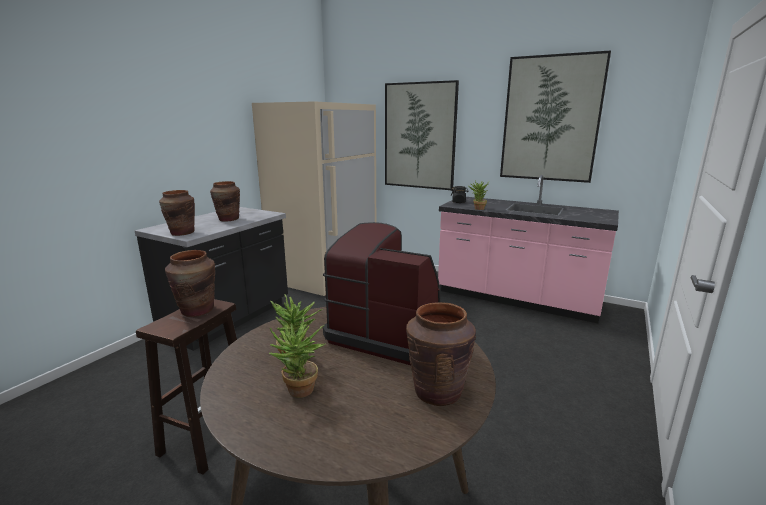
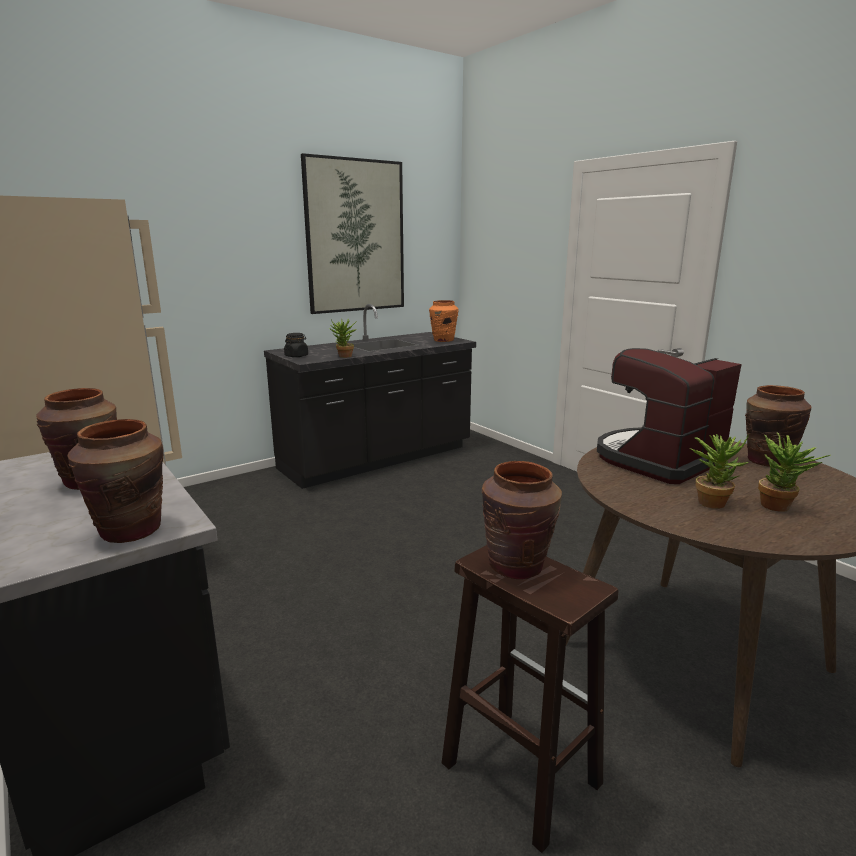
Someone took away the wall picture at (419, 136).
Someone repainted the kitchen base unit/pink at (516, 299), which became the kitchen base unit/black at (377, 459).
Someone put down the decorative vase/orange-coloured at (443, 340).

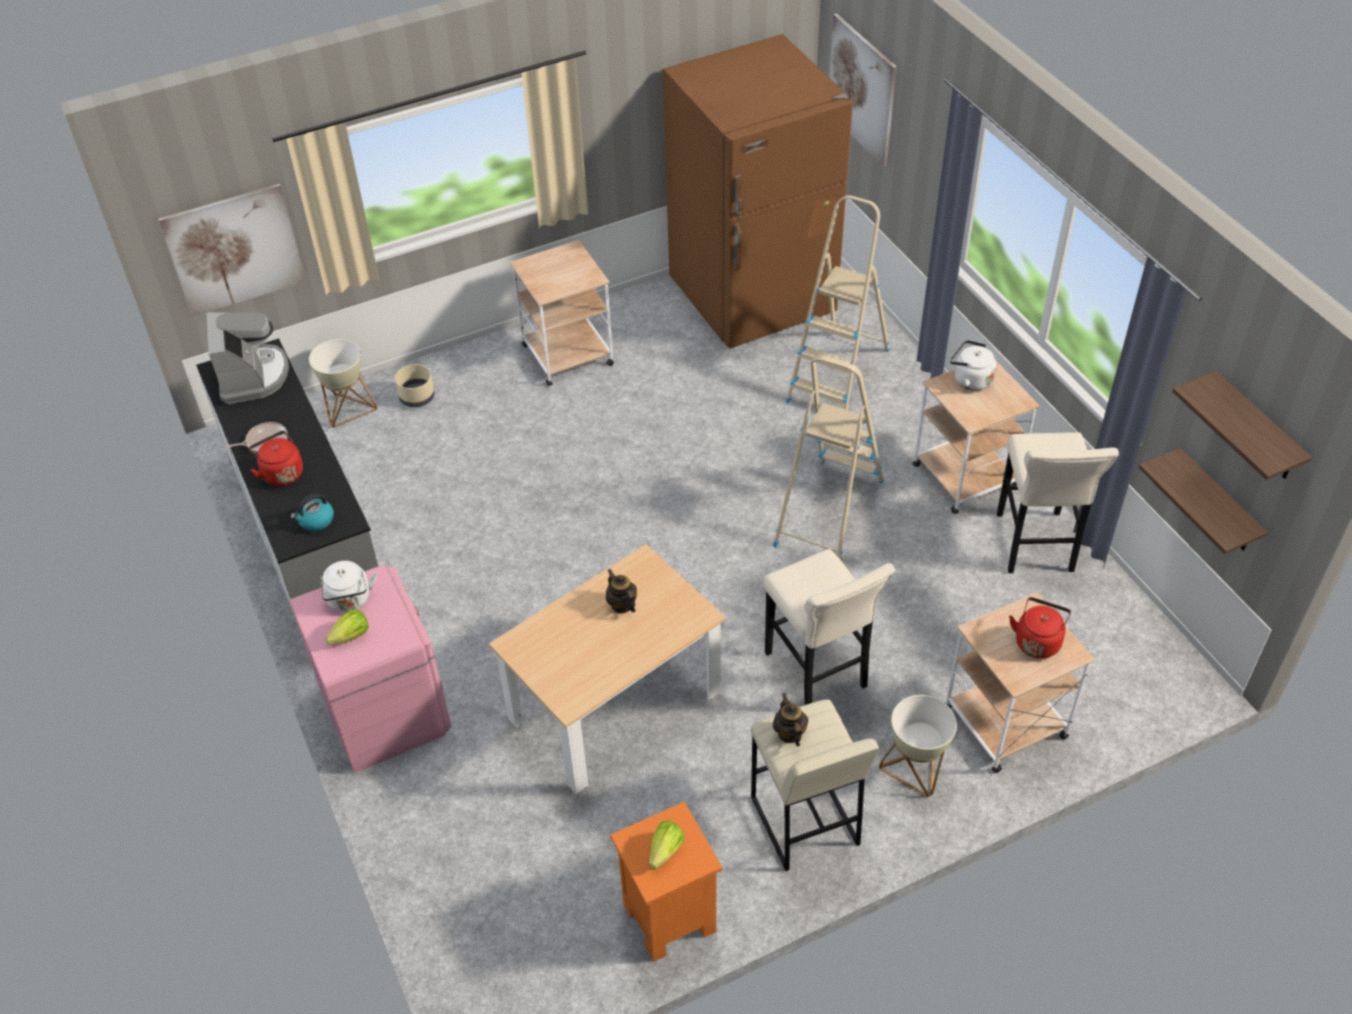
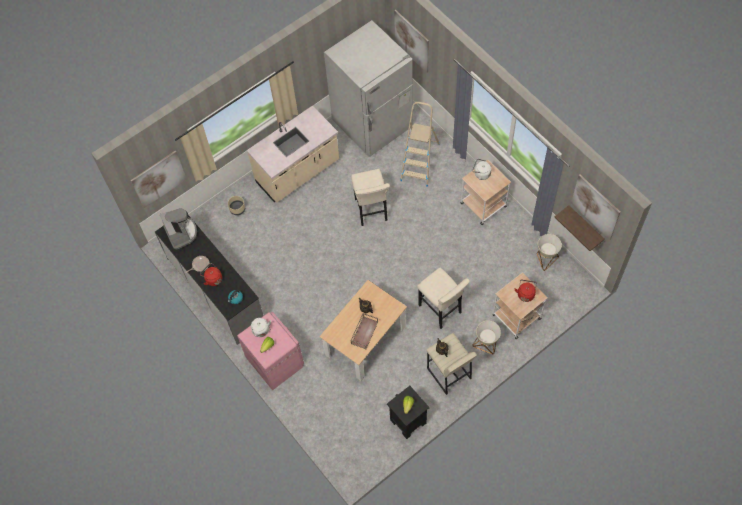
Someone repainted the refrigerator/brown at (753, 295), which became the refrigerator/whitish at (372, 123).
Someone swapped the wheeled cart/sand-coloured at (569, 354) for the kitchen base unit/sand-coloured at (298, 172).
Someone carried the flower pot from (349, 409) to (546, 259).
Someone took away the stepladder/sand-coloured at (829, 511).
Someone swapped the bracket shelf at (1256, 429) for the wall picture at (595, 206).
Someone carried the sitting stool/sand-coloured from (1034, 546) to (371, 211).
Someone repainted the bedside table/orange-coloured at (667, 916), which became the bedside table/black at (407, 421).
Someone put down the carrying tray/brown at (364, 332).

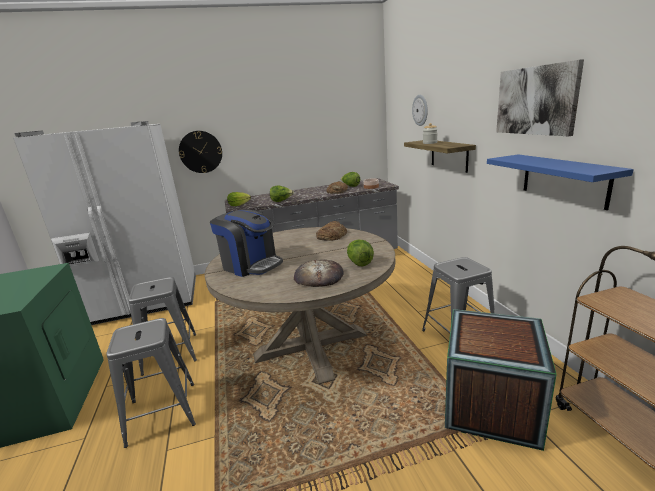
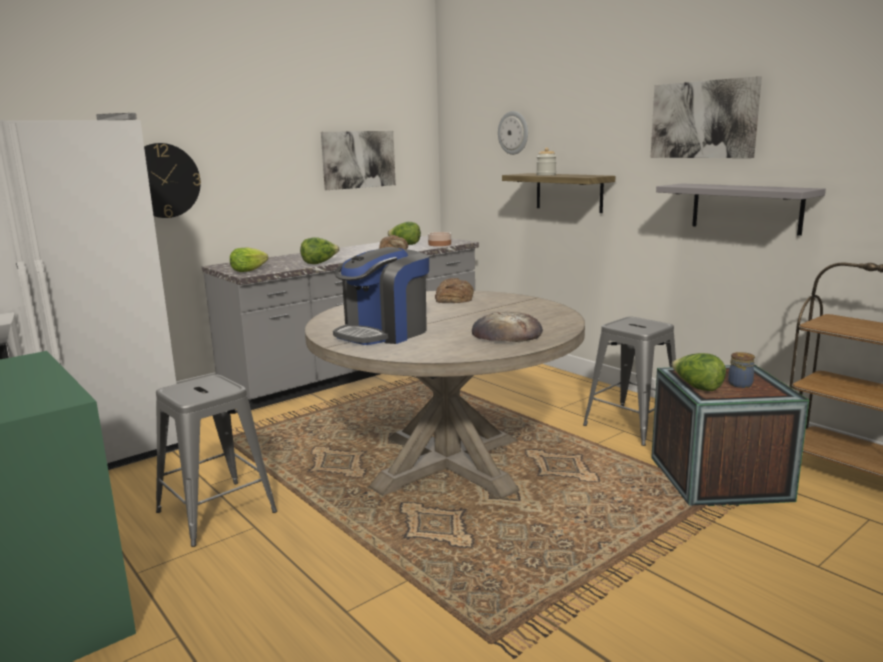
Someone repainted the bracket shelf/blue at (564, 180), which became the bracket shelf/grey at (746, 208).
Someone rotated the coffee maker at (251, 265) by 120 degrees clockwise.
Someone carried the lettuce from (359, 263) to (697, 388).
Someone took away the sitting stool/grey at (162, 413).
Someone put up the wall picture at (358, 159).
Someone put down the storage jar at (740, 384).

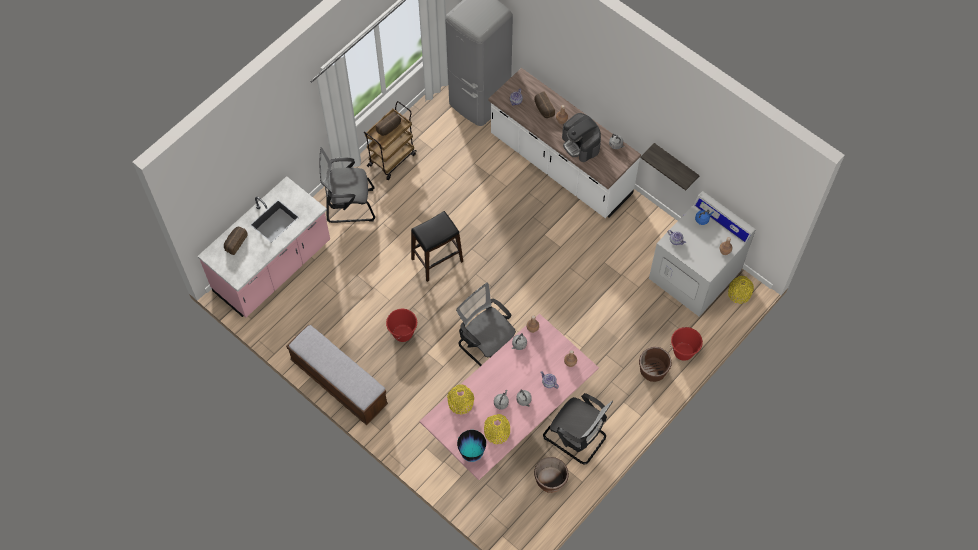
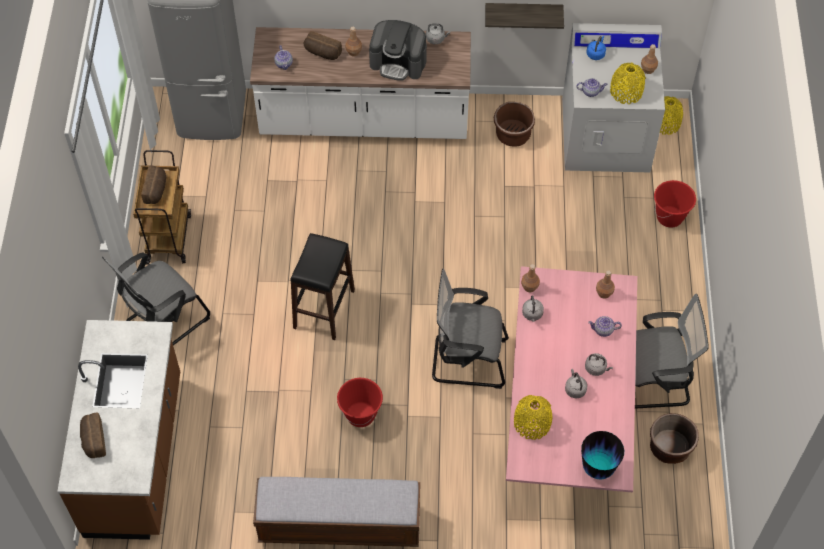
Someone repainted the kitchen base unit/pink at (273, 268), which became the kitchen base unit/brown at (136, 455).
Someone carried the flower pot/brown from (653, 370) to (513, 134).
Someone carried the decorative vase/yellow-coloured from (497, 432) to (626, 92).

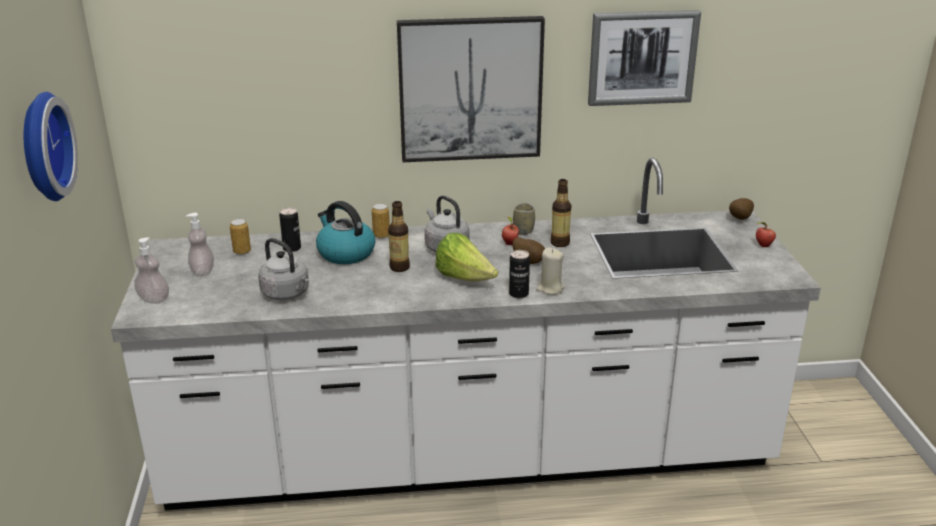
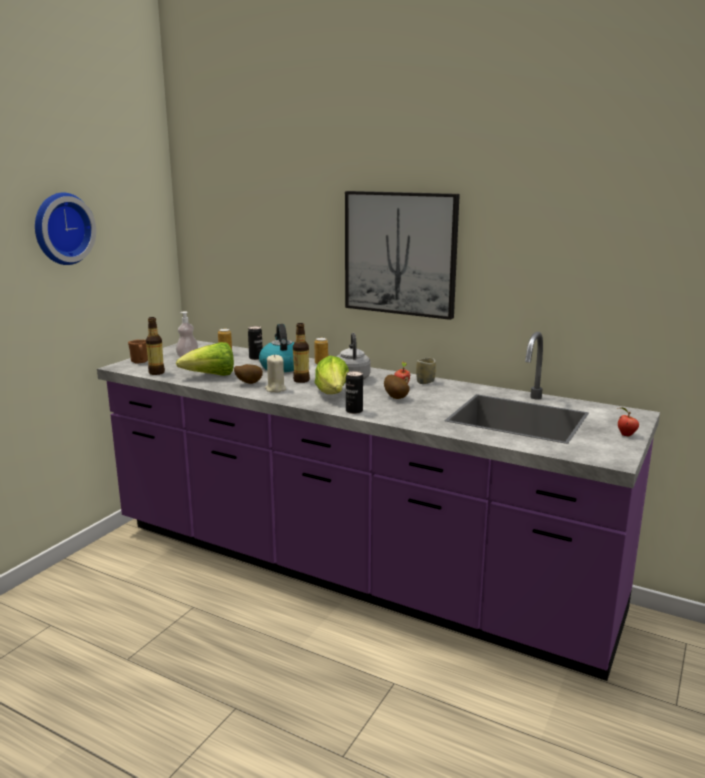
Someone took away the wall picture at (642, 57).
Someone repainted the kitchen base unit/whitish at (468, 455), which became the kitchen base unit/purple at (352, 570).
Someone carried the drink bottle from (559, 243) to (156, 372).
Someone carried the whole potato from (738, 219) to (248, 383).
Someone swapped the soap bottle at (154, 299) for the tea mug/brown at (140, 362).
Someone swapped the tea kettle/grey at (287, 294) for the lettuce at (211, 376).
Someone carried the candle/sand-coloured from (550, 288) to (275, 389).

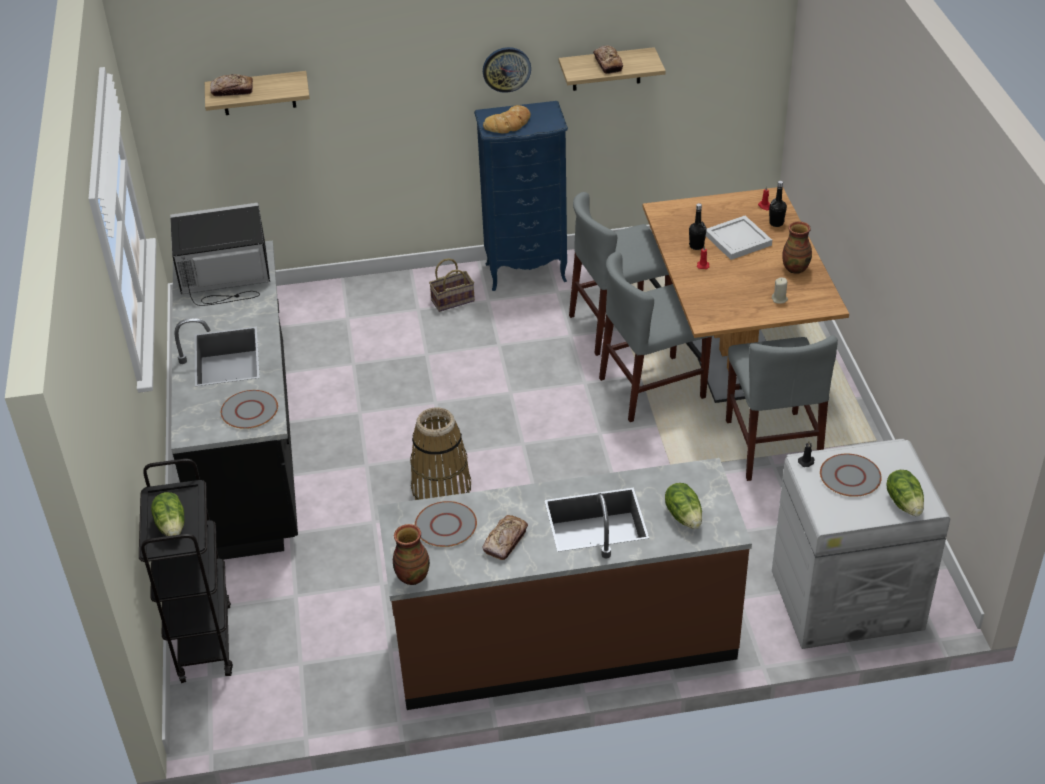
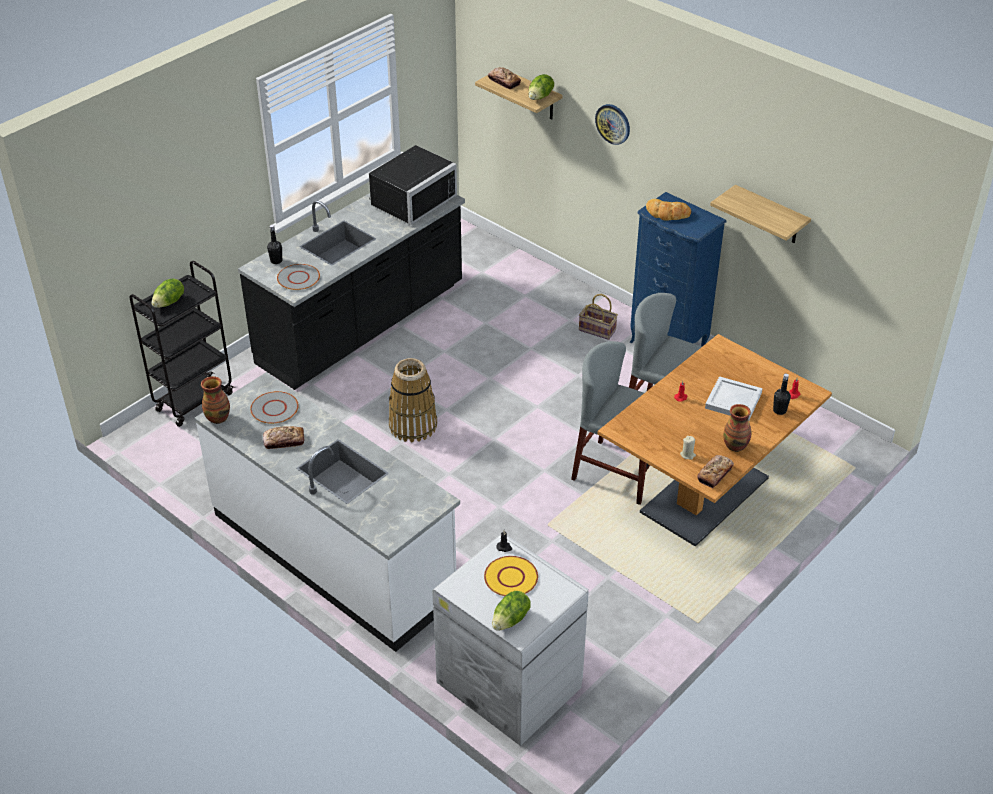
Someone carried the bakery bread from (608, 63) to (714, 474).
Someone carried the clock on the wall from (506, 69) to (613, 123).
Someone rotated the microwave oven/black at (224, 275) by 90 degrees clockwise.
Someone carried the drink bottle/black from (696, 246) to (276, 261).
Someone took away the chair/grey at (772, 445).
Someone repainted the dinner plate/grey at (850, 476), which became the dinner plate/yellow-coloured at (511, 578).
Someone repainted the kitchen base unit/brown at (563, 640), which became the kitchen base unit/whitish at (334, 555).
Someone carried the lettuce from (684, 516) to (540, 97).

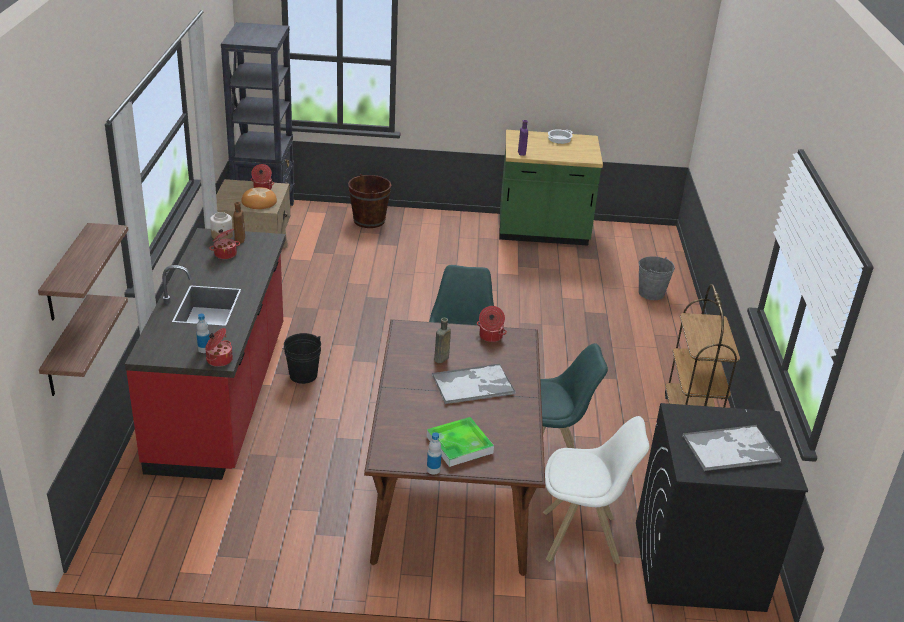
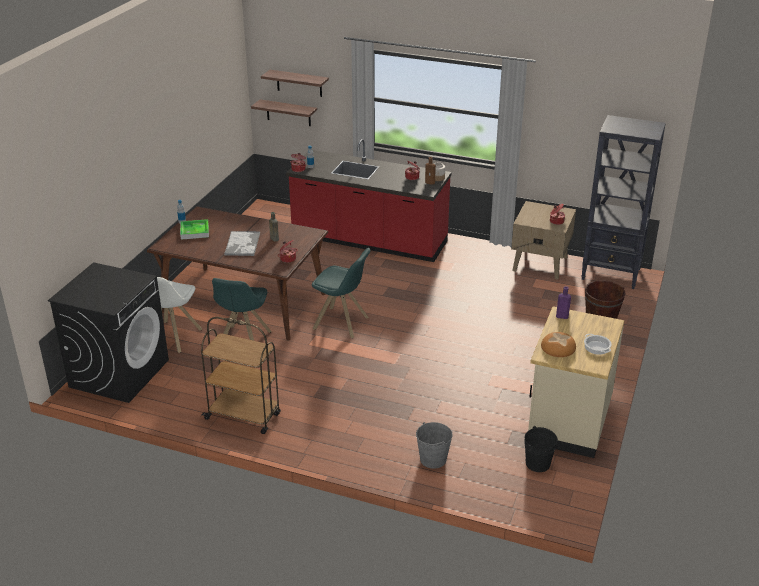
Someone repainted the kitchen base unit/green-coloured at (543, 233), which became the kitchen base unit/sand-coloured at (568, 420).
Someone carried the bakery bread from (258, 202) to (558, 347).
Someone carried the pail/black from (303, 375) to (538, 464).
Someone took away the carrying tray at (731, 449).

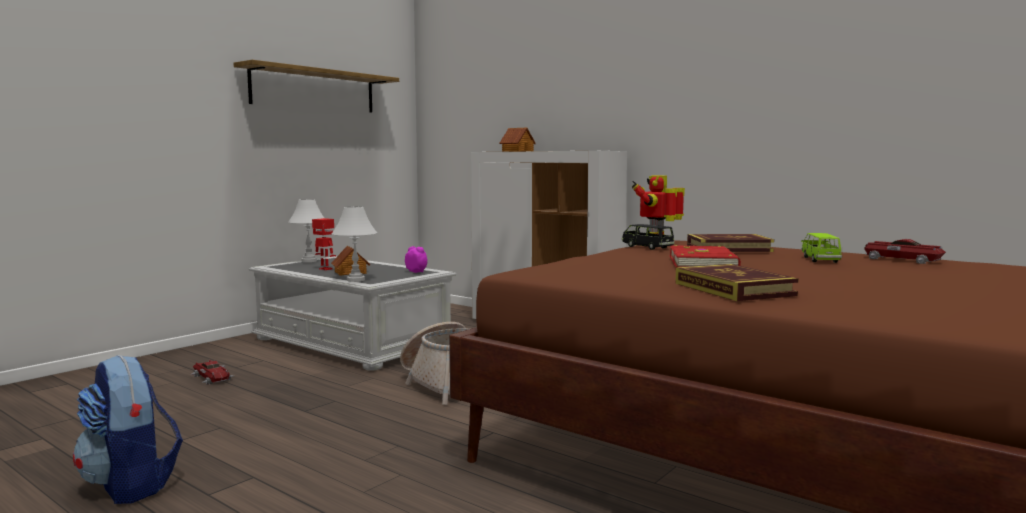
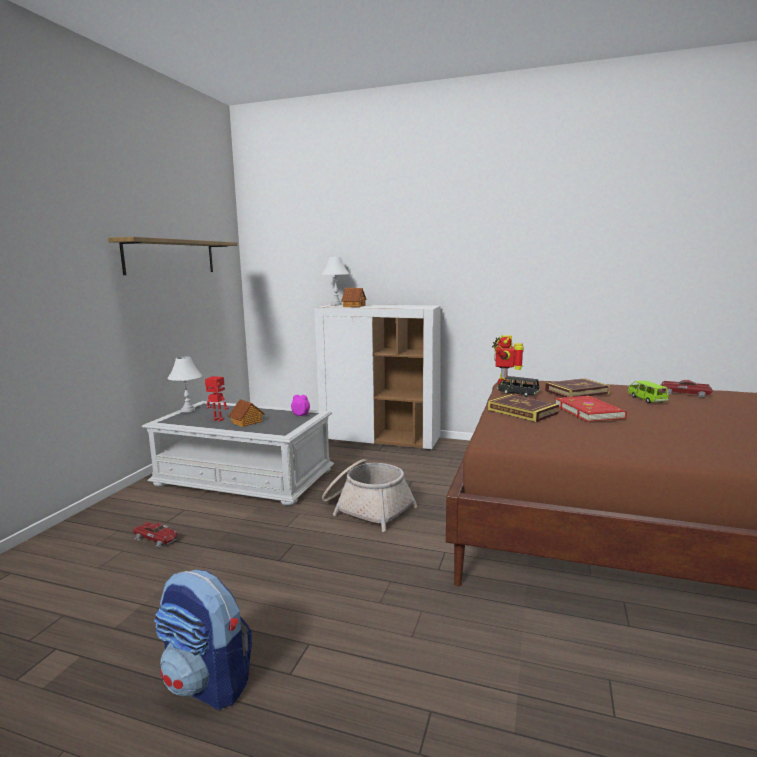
Someone carried the lamp for a table/whitish from (356, 280) to (336, 304).
Someone carried the bound book from (733, 289) to (522, 411).

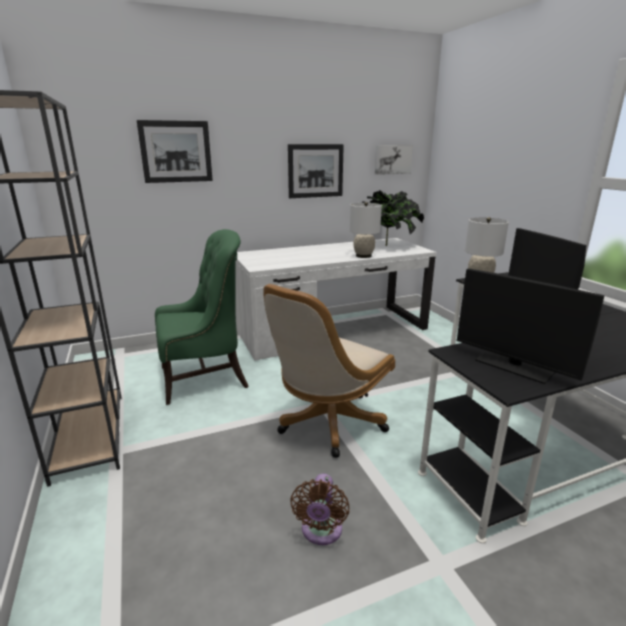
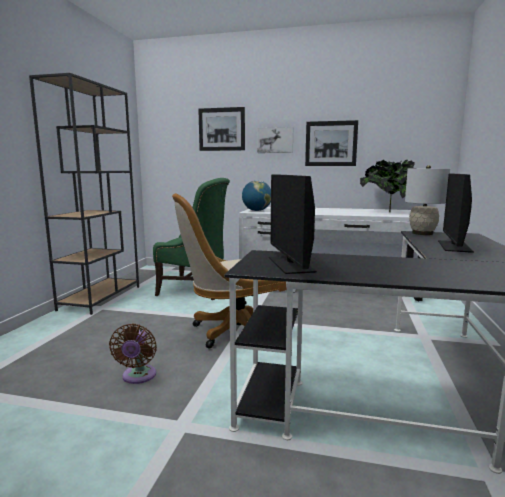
Someone carried the wall picture from (392, 159) to (275, 140).
Someone took away the lamp for a table/whitish at (363, 256).
Someone rotated the fan/brown at (321, 531) by 45 degrees counterclockwise.
Someone put down the globe at (256, 210).

